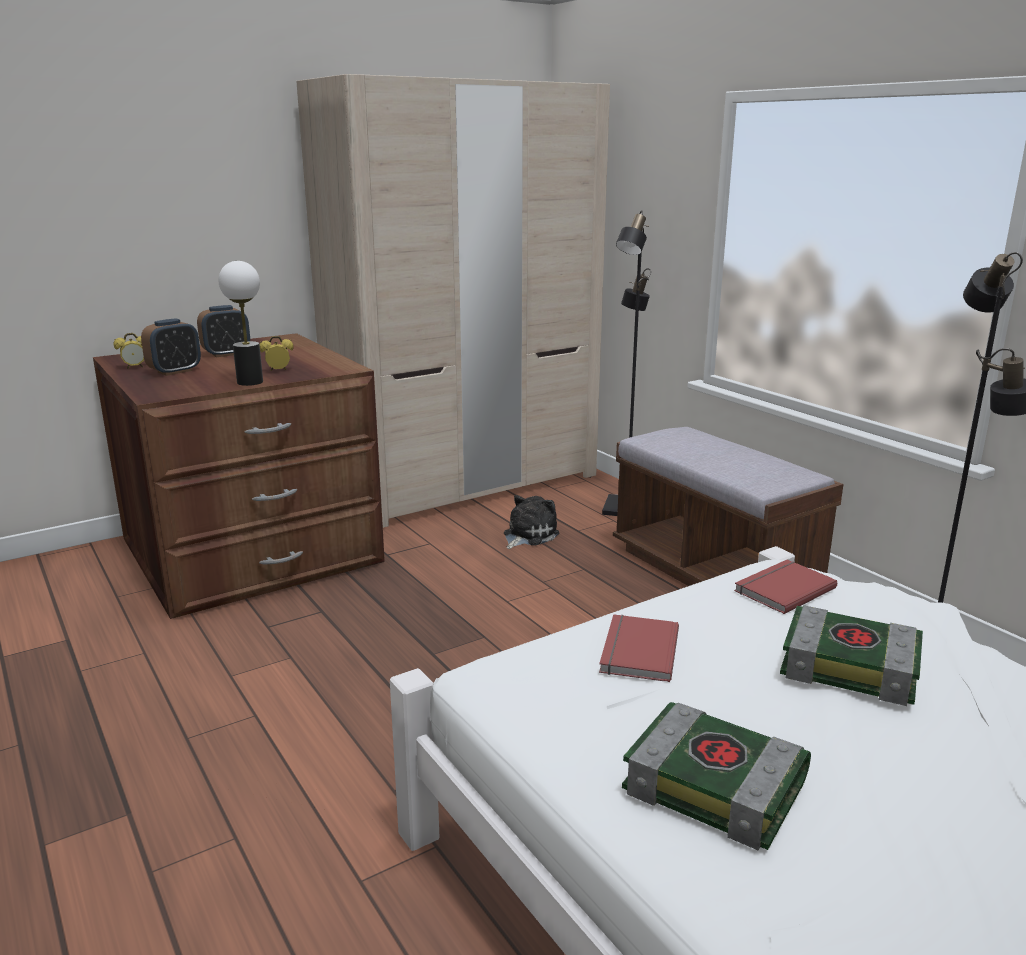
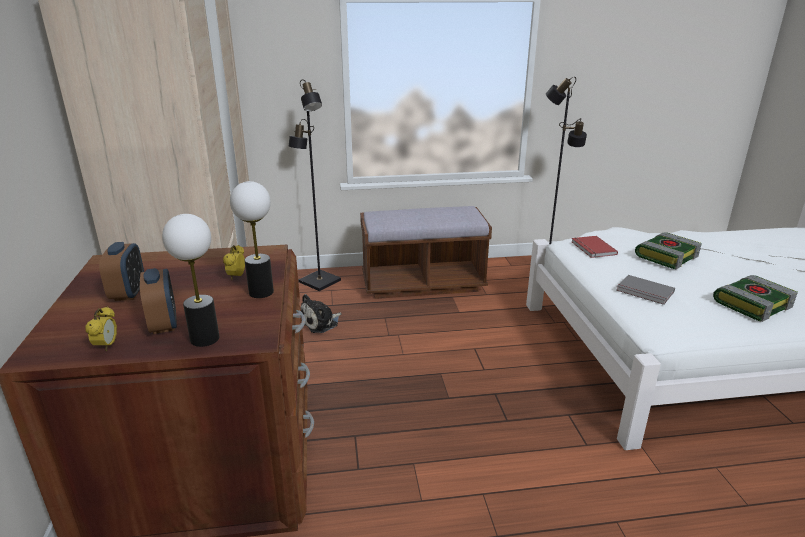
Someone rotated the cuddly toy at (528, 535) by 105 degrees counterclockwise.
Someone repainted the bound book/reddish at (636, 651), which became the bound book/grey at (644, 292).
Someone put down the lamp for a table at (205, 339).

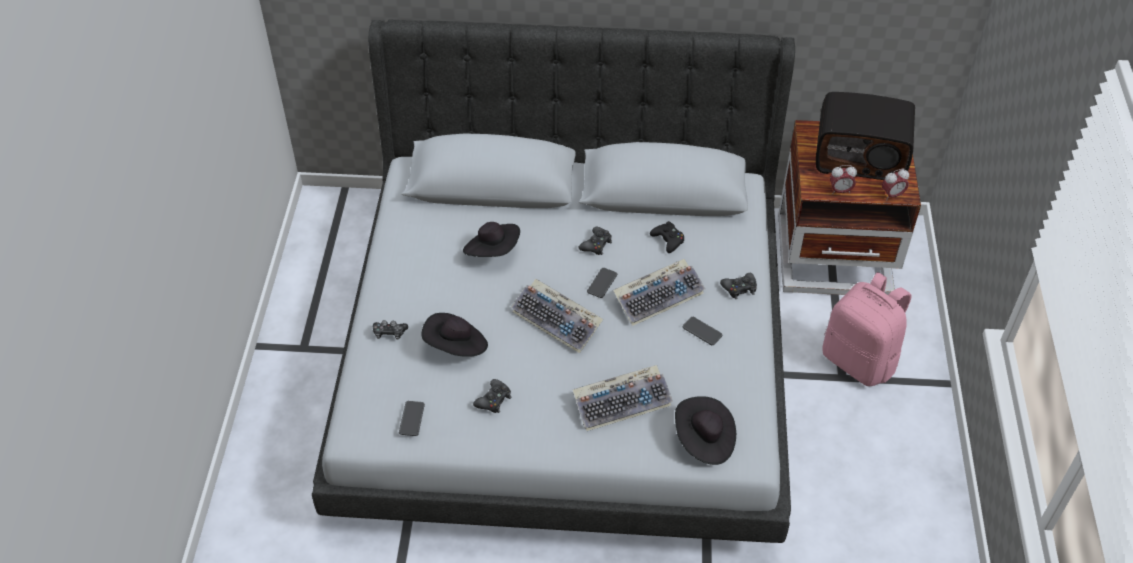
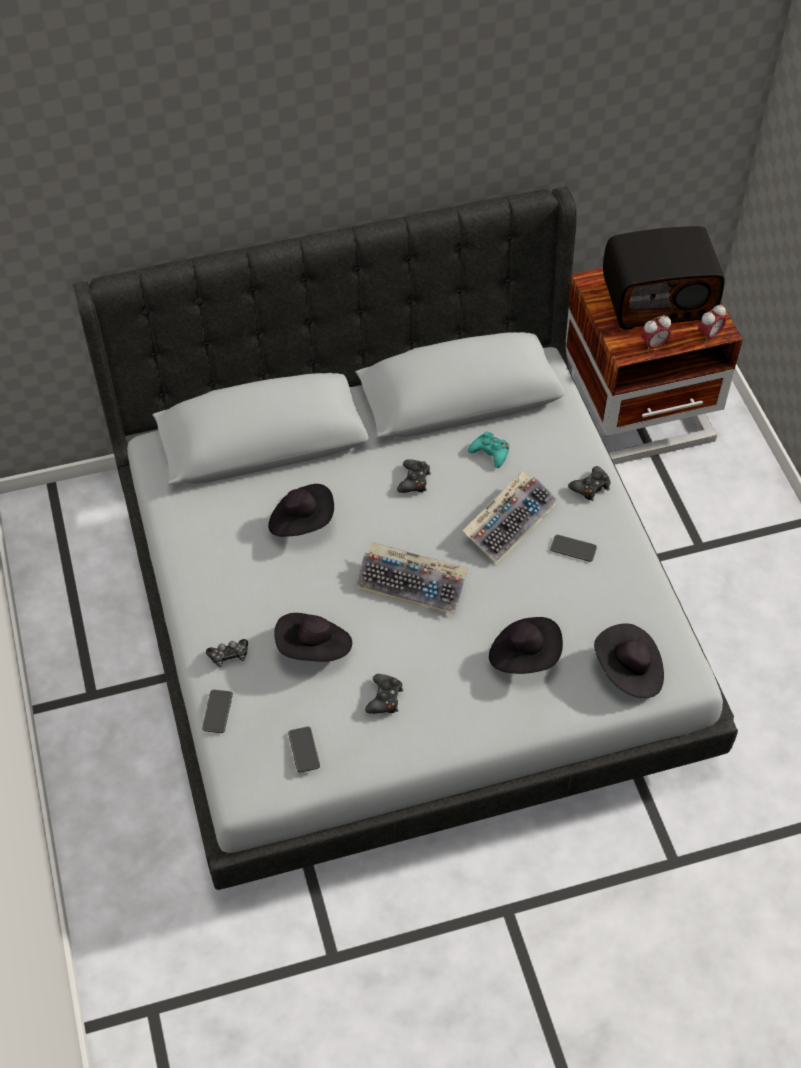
Someone repainted the game controller/black at (668, 240), which became the game controller/turquoise-coloured at (490, 453).
Someone carried the telephone from (602, 283) to (217, 712).
Someone took away the knapsack/pink at (860, 360).
Someone swapped the keyboard at (622, 402) for the hat/black at (524, 656).

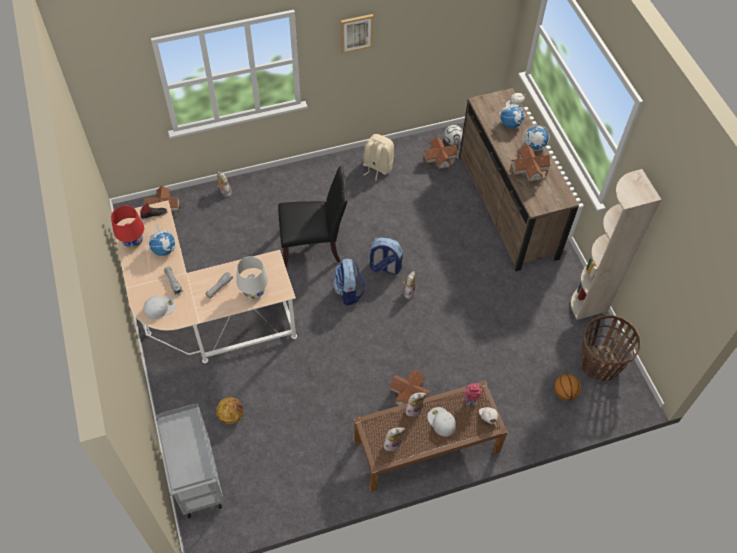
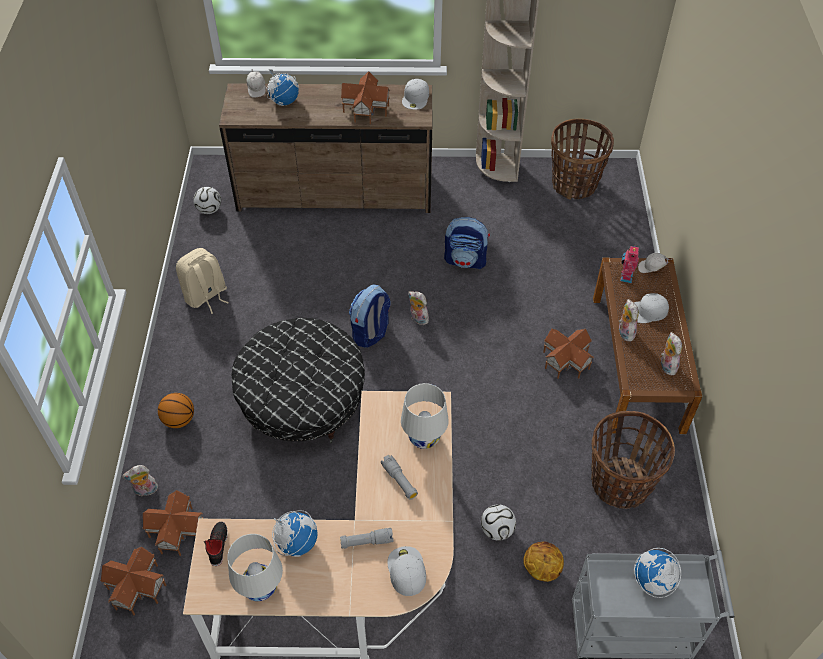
Someone took away the wall picture at (356, 33).
Someone carried the globe from (533, 146) to (652, 581).
Someone carried the model house from (438, 161) to (176, 531).
Someone swapped the chair/black at (313, 247) for the pouffe/black at (303, 402).
Someone repainted the lamp for a table/reddish at (133, 241), which became the lamp for a table/whitish at (260, 587).
Someone carried the knapsack from (349, 292) to (466, 260).
Someone carried the basketball from (565, 392) to (179, 419).
Someone put down the peaked cap/whitish at (416, 98).
Someone put down the household basket at (619, 484).
Someone put down the football ball at (497, 530).

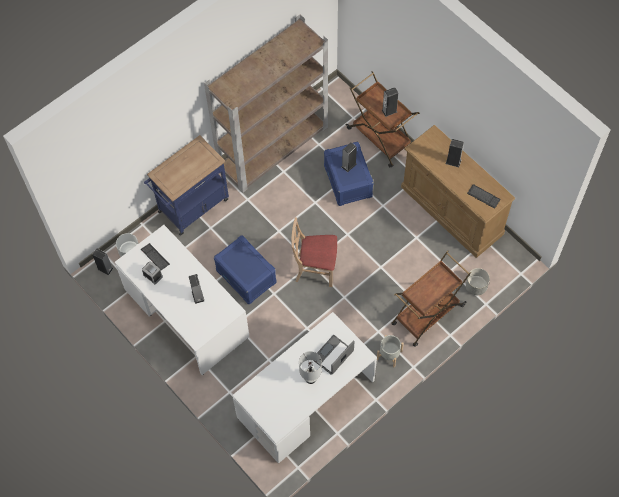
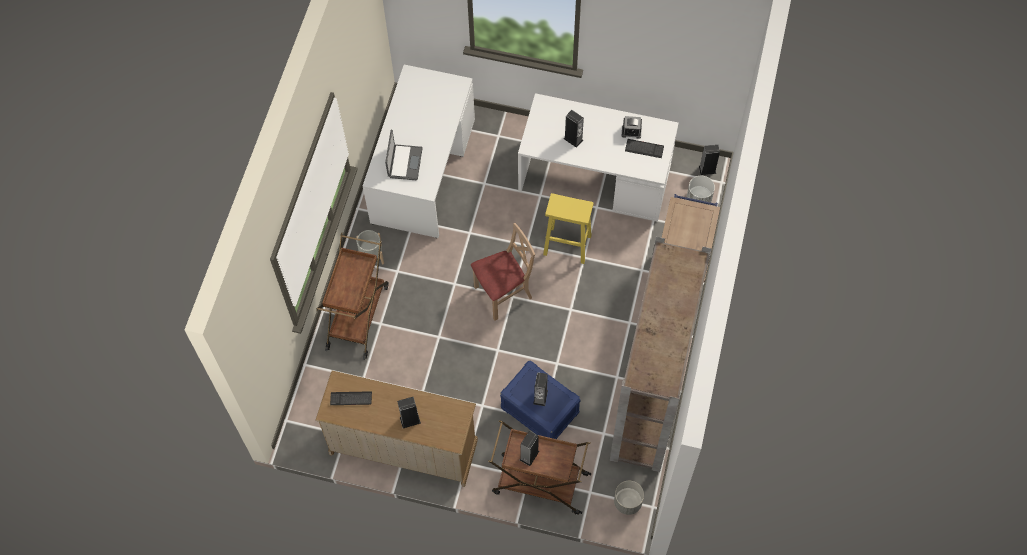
Someone swapped the storage box/blue at (246, 276) for the sitting stool/yellow-coloured at (566, 245).
Someone carried the flower pot/grey from (476, 286) to (628, 502).
Someone took away the lamp for a table/whitish at (310, 378).

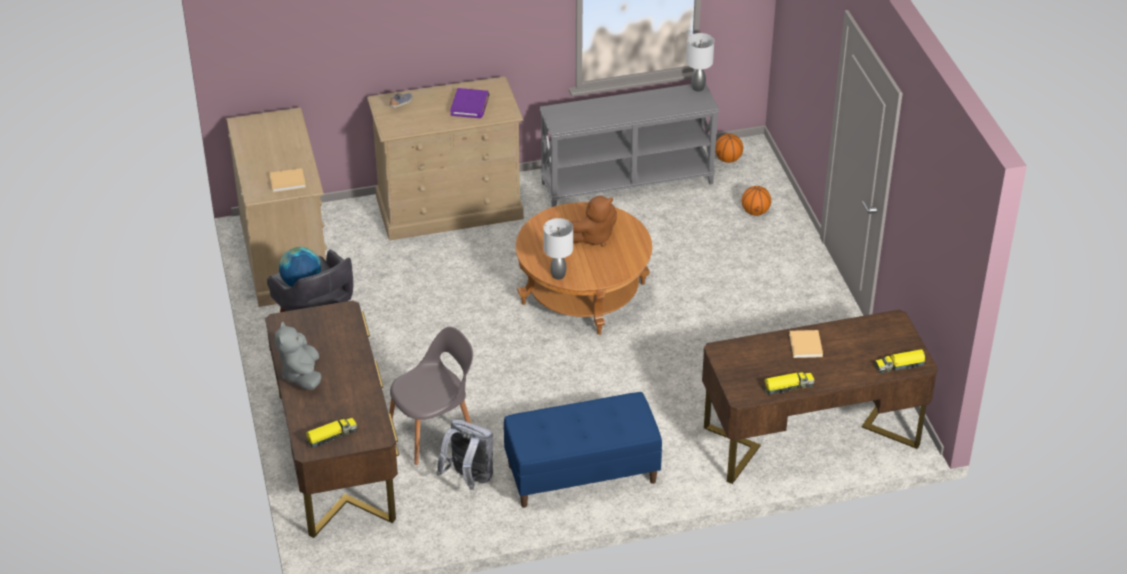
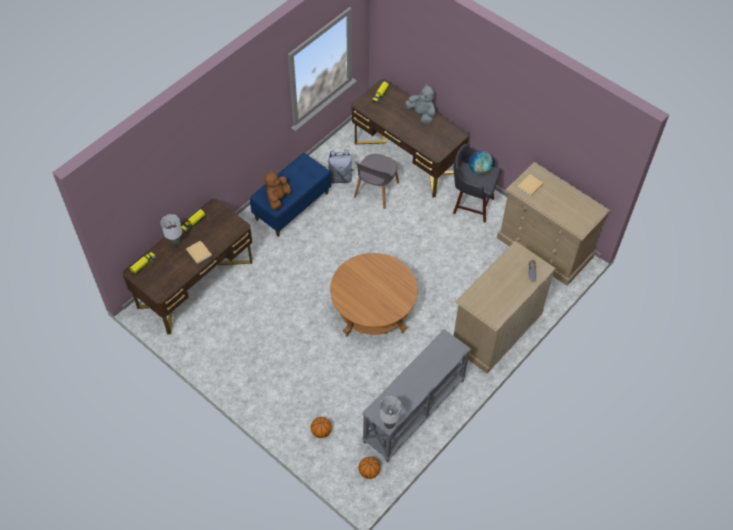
Someone took away the bound book/purple at (470, 105).
Someone carried the cuddly toy/brown from (593, 237) to (278, 198).
Someone carried the lamp for a table/grey from (558, 275) to (176, 244).

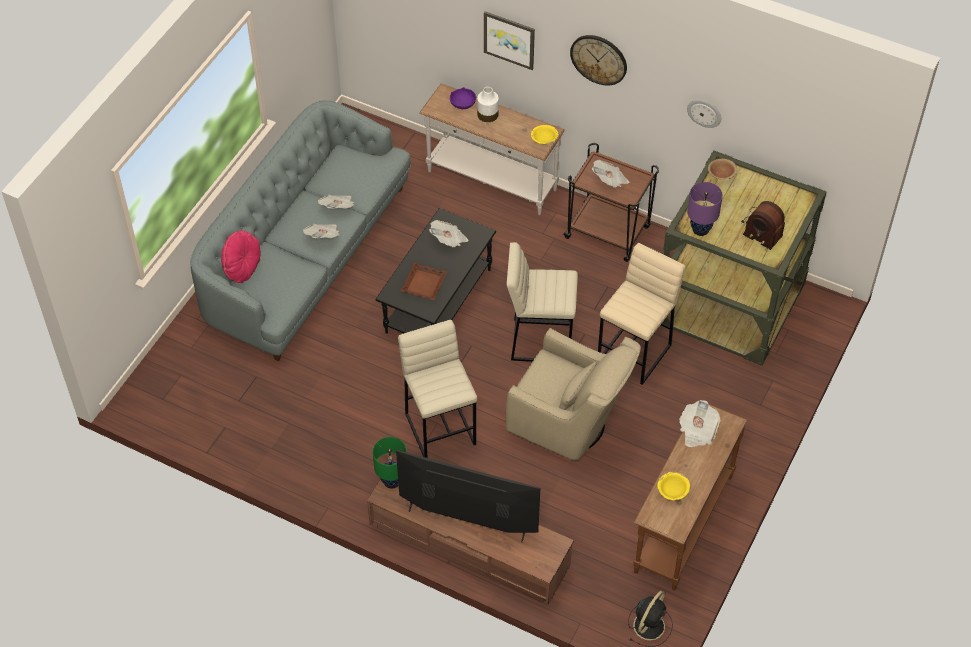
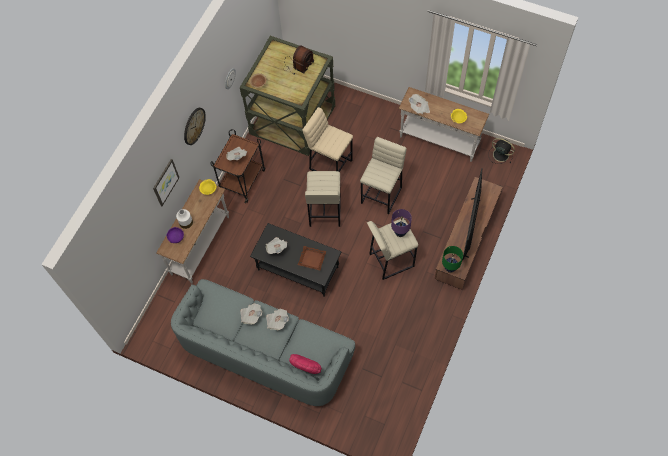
Someone carried the lamp for a table/purple from (700, 229) to (400, 232).
Someone swapped the easy chair/sand-coloured at (570, 424) for the sitting stool/sand-coloured at (381, 194).
Someone repainted the hall table/brown at (682, 523), which became the hall table/whitish at (439, 141).

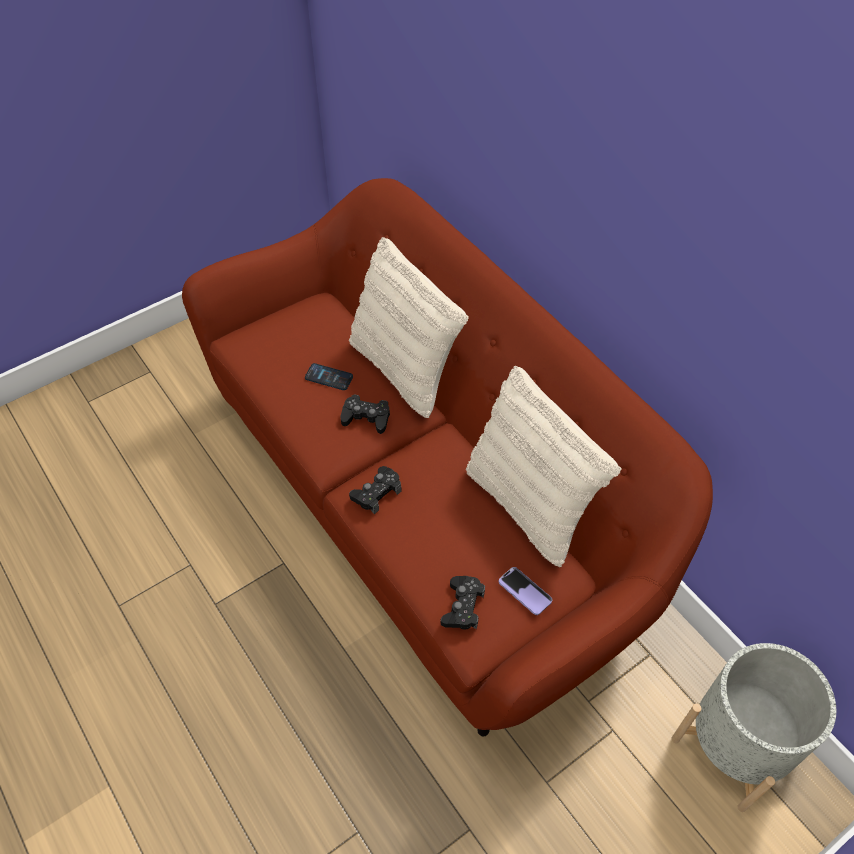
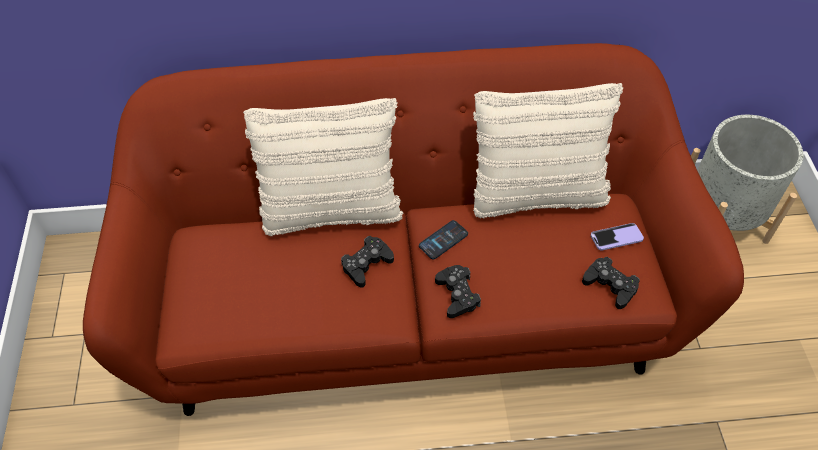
Someone carried the telephone from (329, 377) to (443, 240).

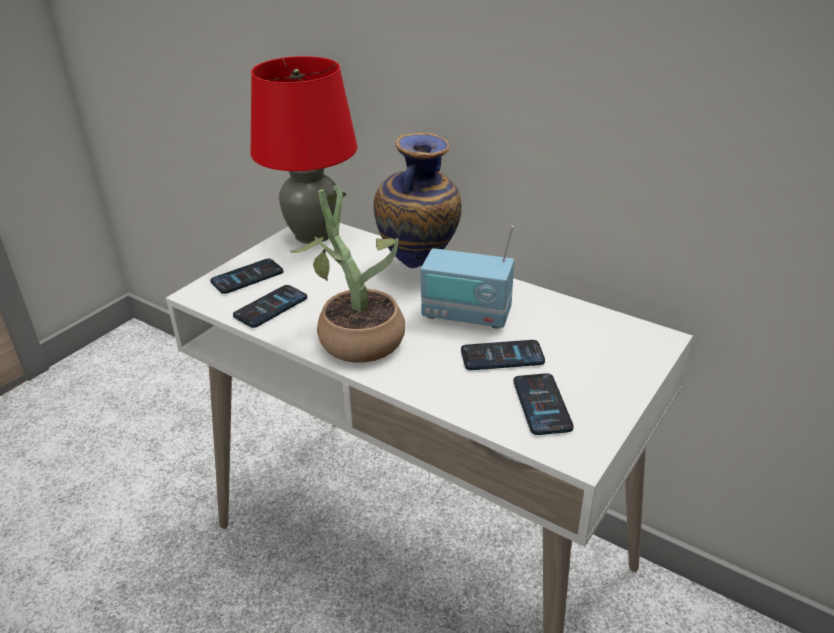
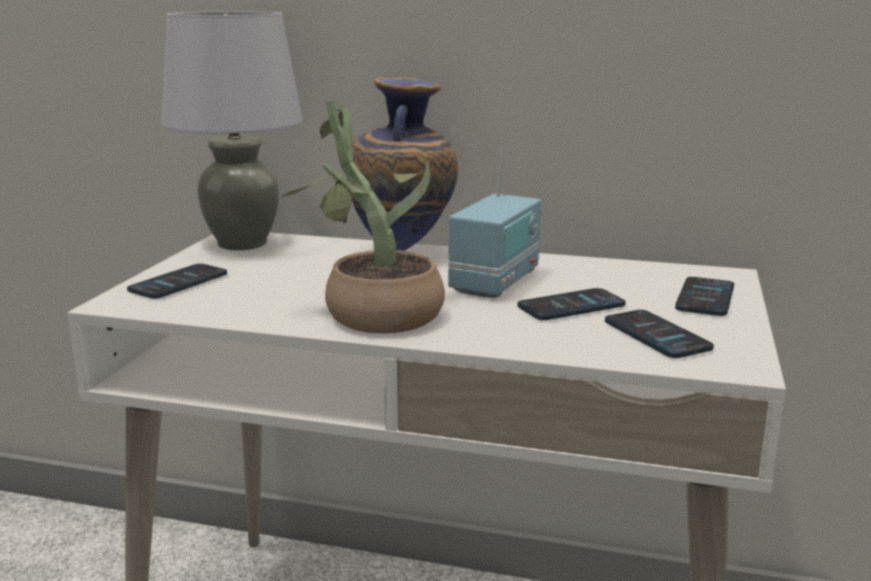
Someone repainted the lamp for a table/reddish at (313, 235), which became the lamp for a table/grey at (242, 243).
Someone rotated the radio at (466, 315) by 60 degrees counterclockwise.
Someone carried the telephone from (271, 307) to (705, 298).

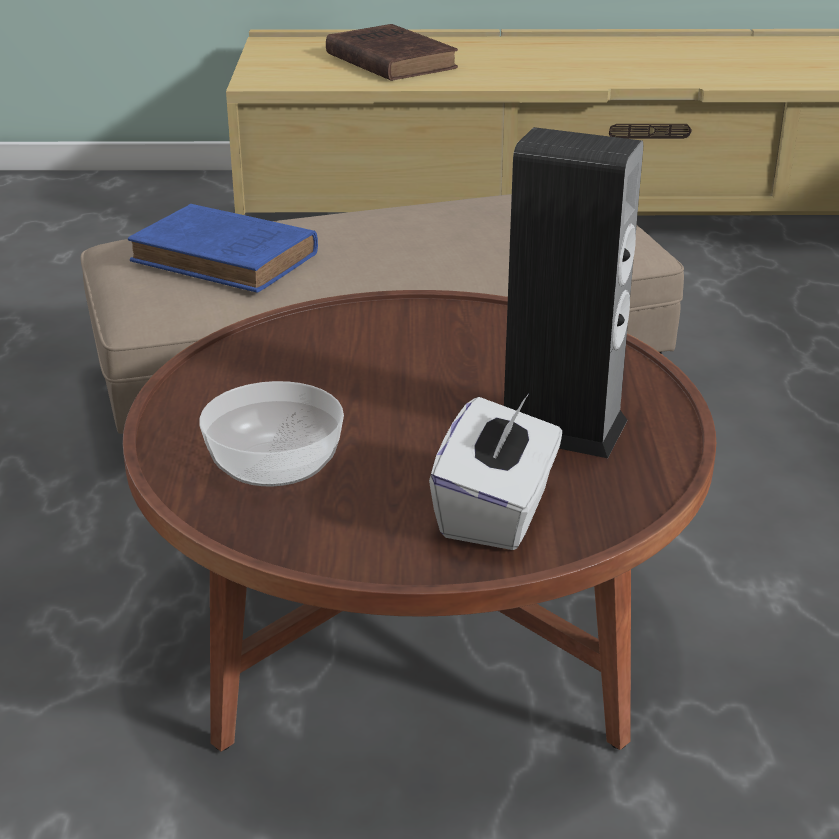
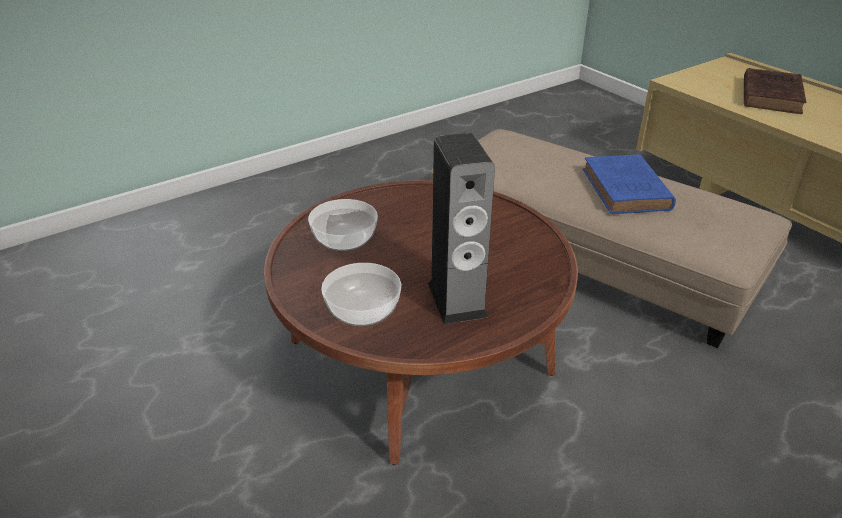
Someone carried the bound book/blue from (228, 259) to (626, 191).
Someone swapped the tissue box/whitish at (497, 512) for the bowl at (363, 309).

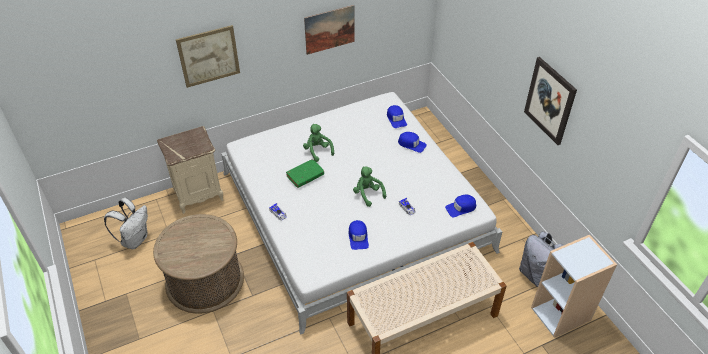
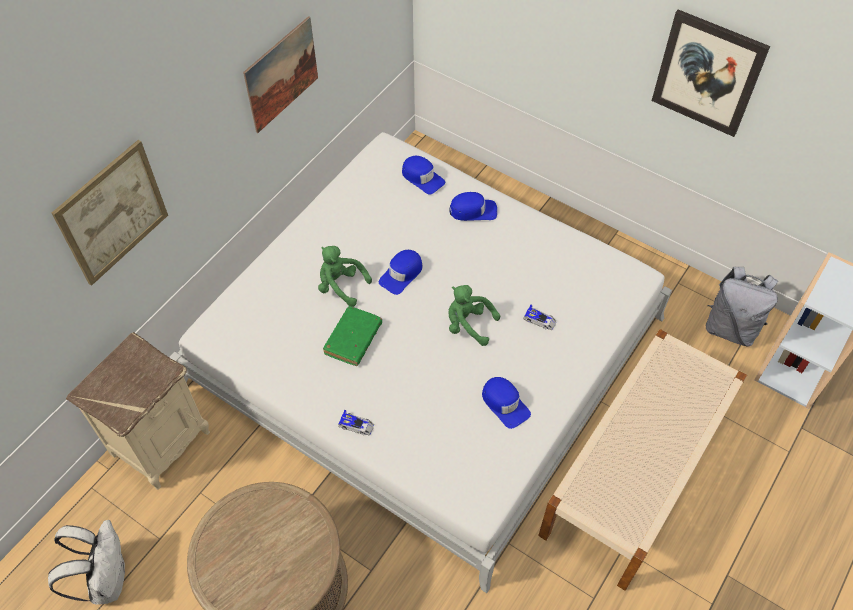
Someone carried the peaked cap/blue from (461, 208) to (401, 274).

